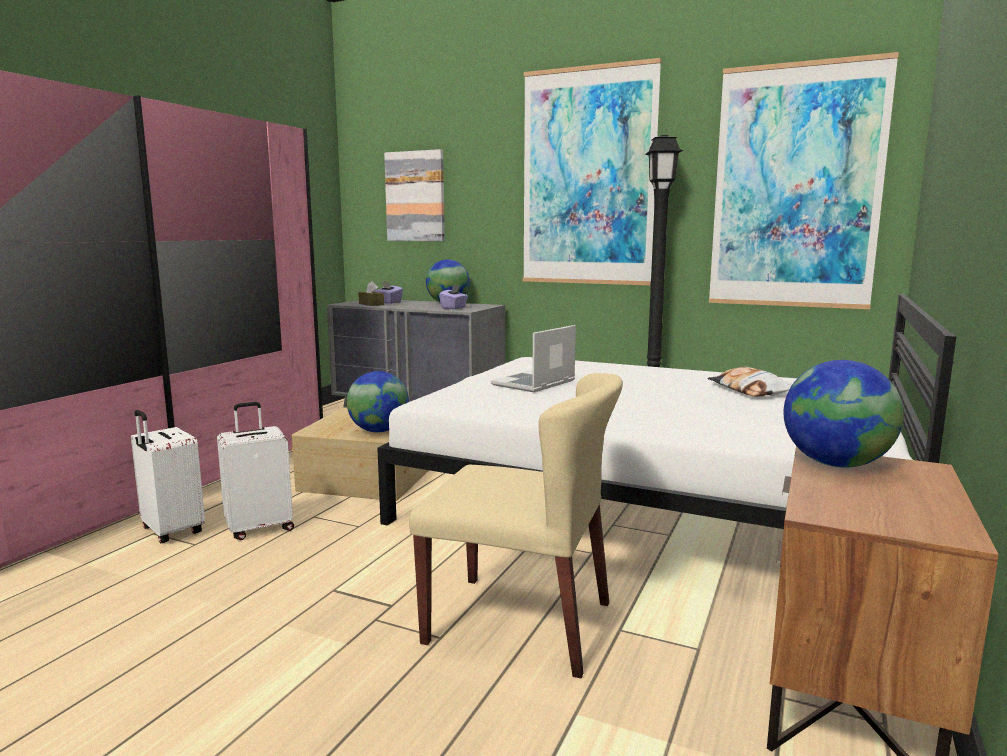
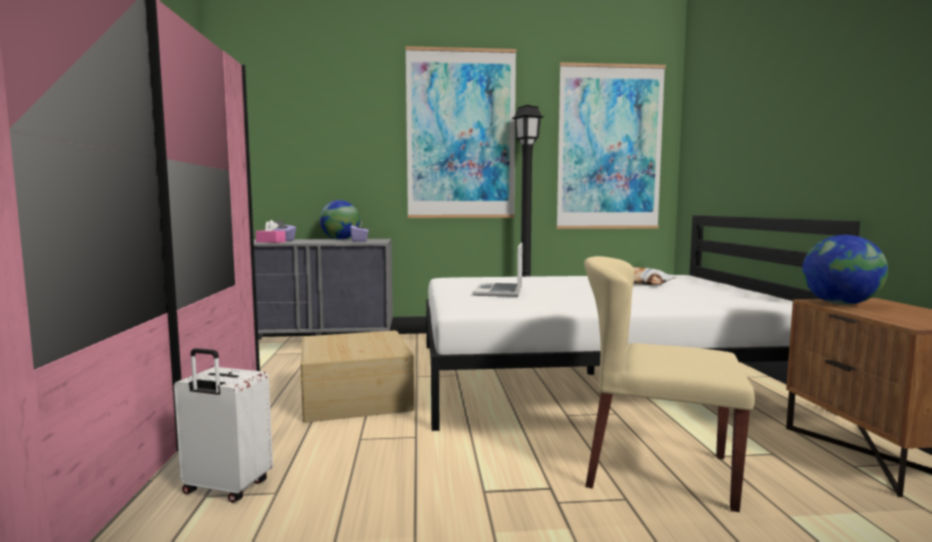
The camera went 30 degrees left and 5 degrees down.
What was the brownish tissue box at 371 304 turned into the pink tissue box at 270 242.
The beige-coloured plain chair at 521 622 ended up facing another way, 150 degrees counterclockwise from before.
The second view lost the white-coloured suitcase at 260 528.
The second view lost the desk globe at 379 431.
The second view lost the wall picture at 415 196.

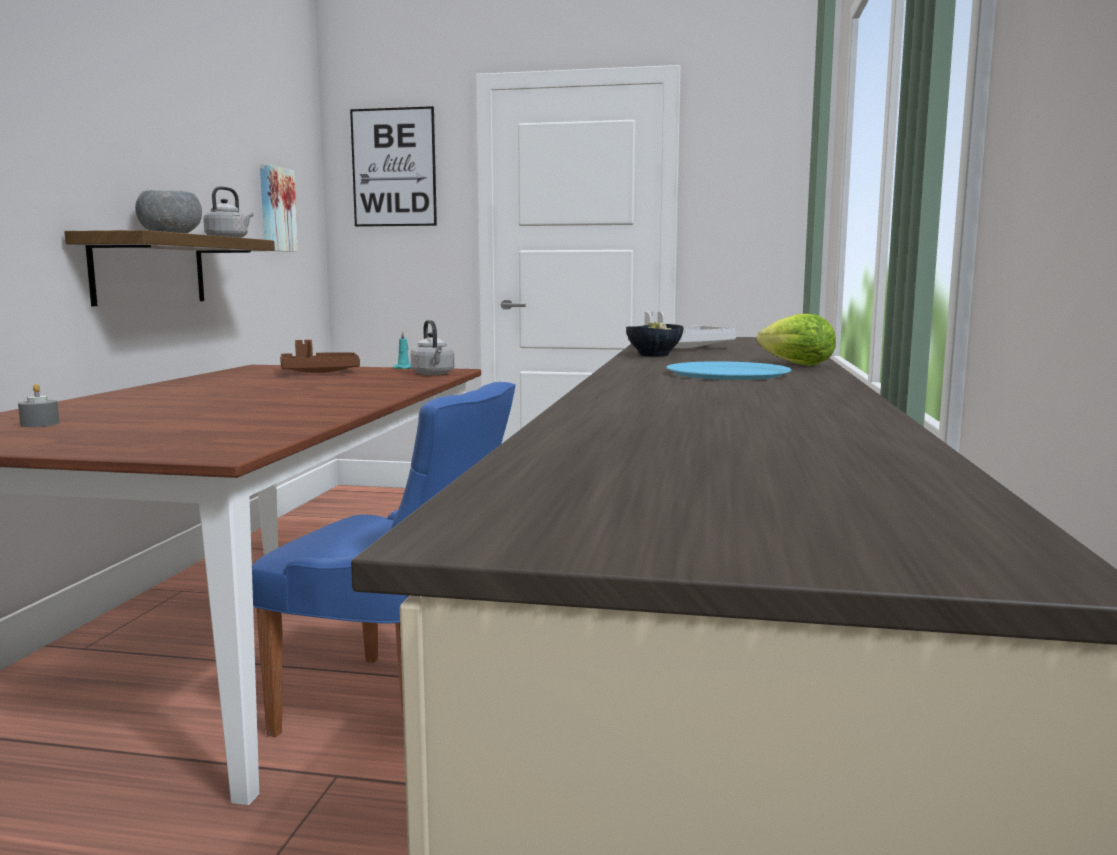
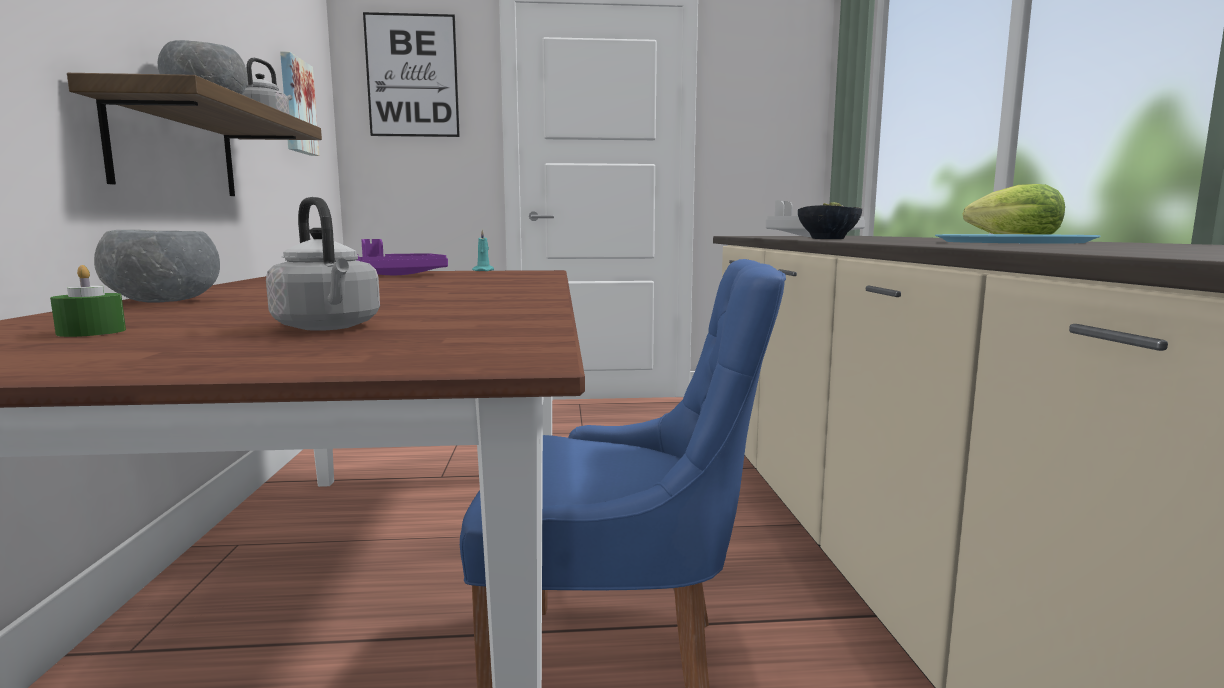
The camera went 15 degrees left and 0 degrees up.
What was the greyish wax light at 40 424 turned into the greenish wax light at 91 332.
The second view gained the greyish serving bowl at 165 301.
The greyish water kettle ended up elsewhere, having gone from 433 374 to 329 327.
What was the brownish tray at 319 372 turned into the purple-coloured tray at 395 275.

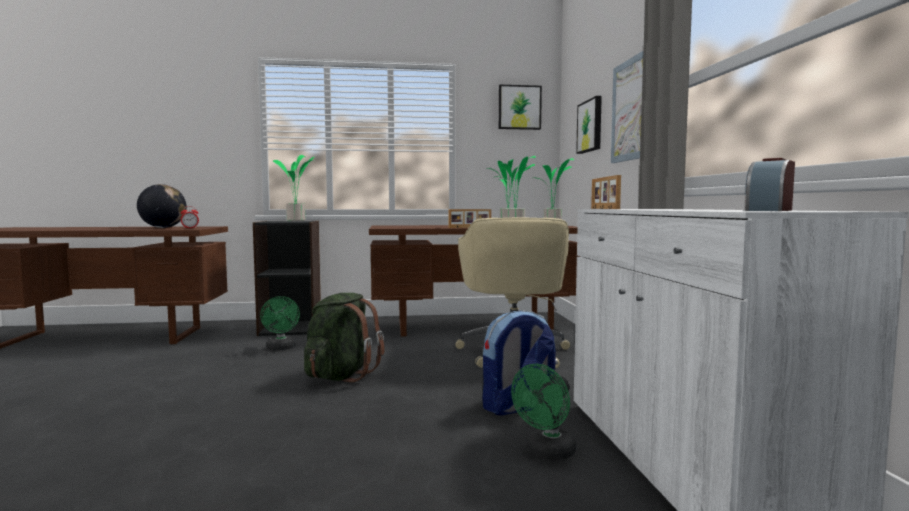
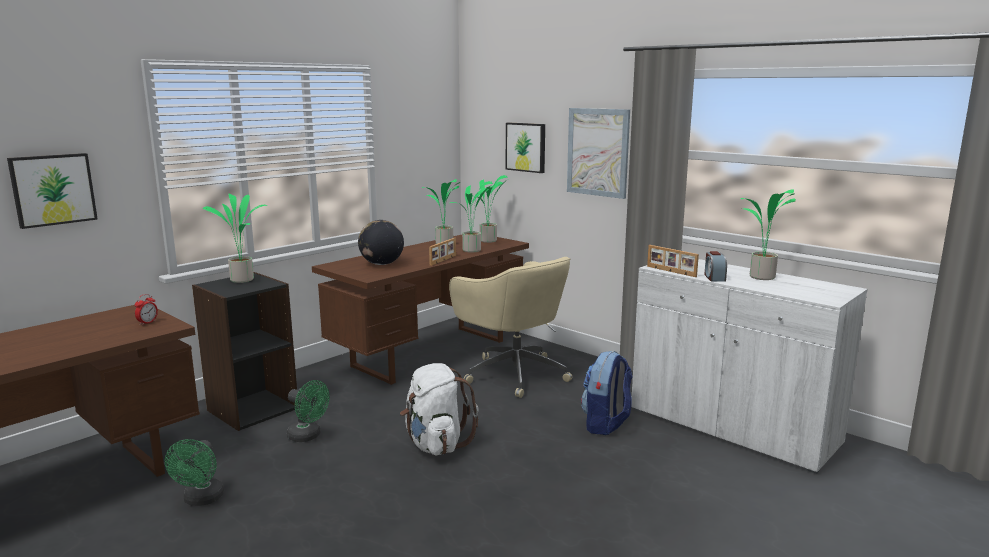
The camera went 40 degrees left and 10 degrees up.
The wall picture ended up elsewhere, having gone from 519 107 to 53 189.
The greenish fan ended up elsewhere, having gone from 547 453 to 201 500.
The desk globe ended up elsewhere, having gone from 163 227 to 381 264.
What was the greenish backpack at 341 375 turned into the white-coloured backpack at 436 444.
The table clock ended up elsewhere, having gone from 769 210 to 714 277.
The second view gained the houseplant at 762 278.

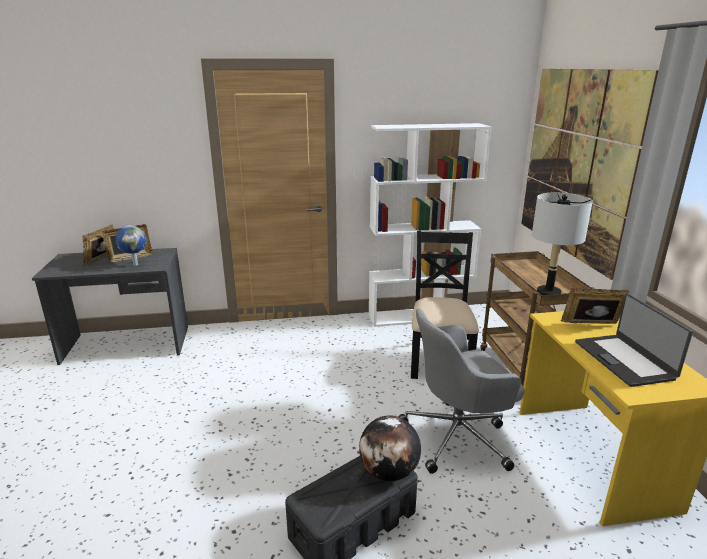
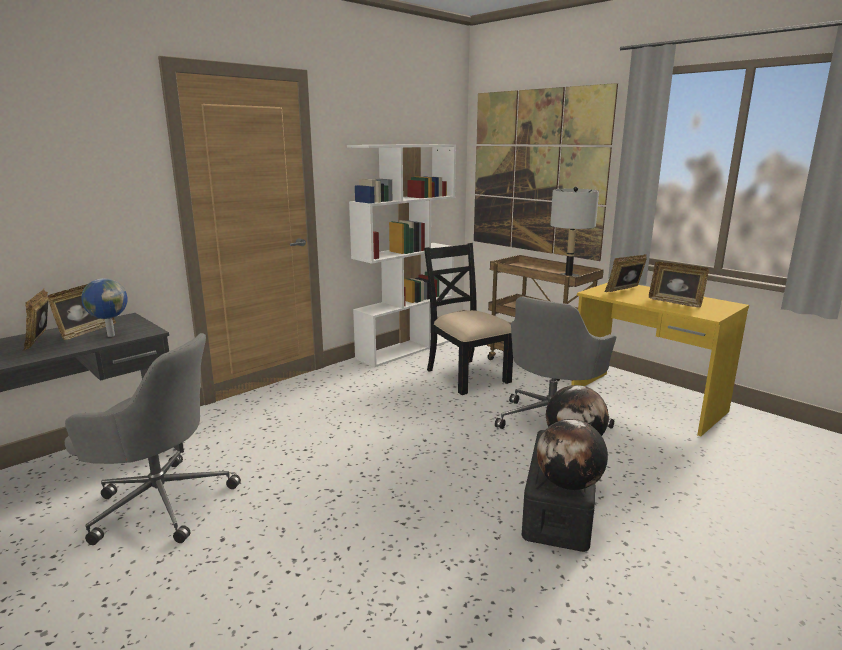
The camera went 35 degrees left and 5 degrees down.
The second view gained the greyish desk chair at 160 502.
The second view gained the desk globe at 569 484.
Where the notebook computer stood at 624 360, the standing frame came to stand at 675 302.

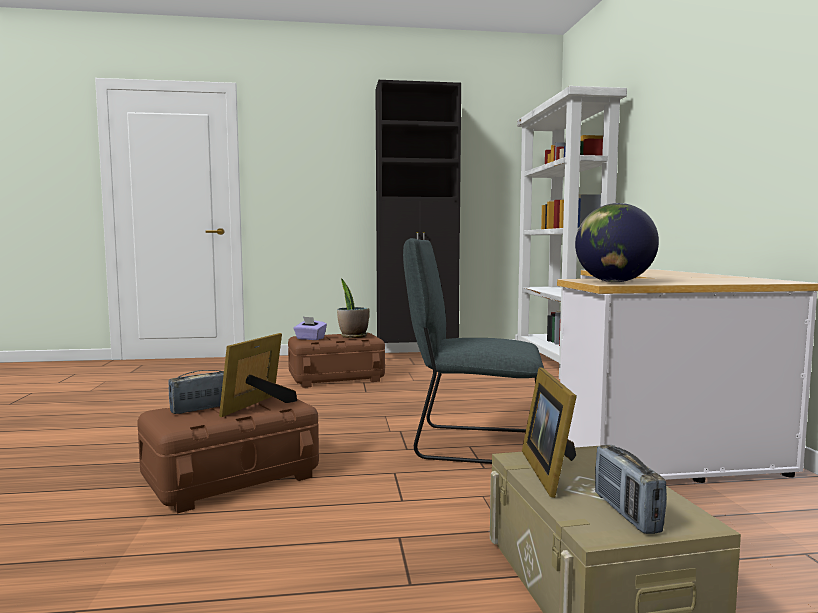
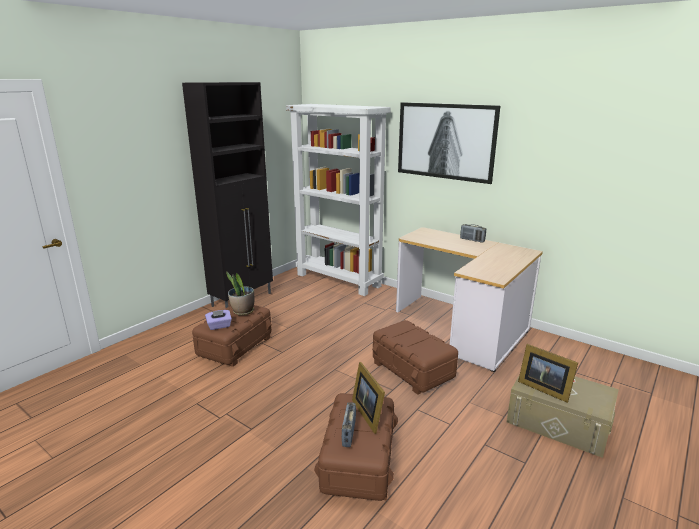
The camera went 45 degrees left and 15 degrees up.
Where the greyish plain chair stood at 474 444, the brownish storage bin came to stand at 412 370.
The second view gained the wall picture at 445 141.
The radio ended up elsewhere, having gone from 626 513 to 472 240.
The second view lost the desk globe at 613 282.

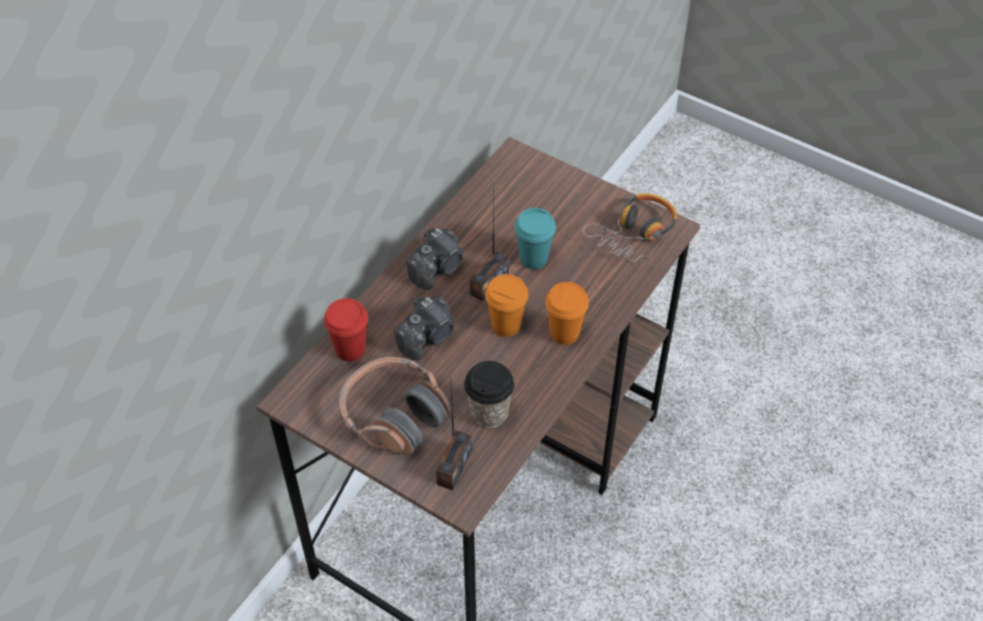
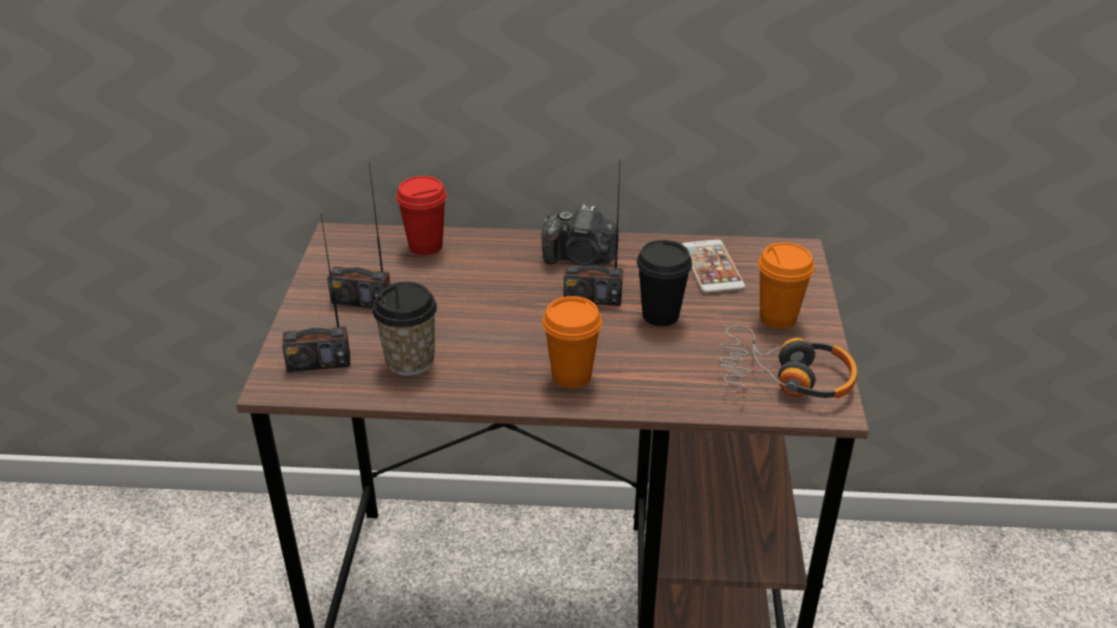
The camera went 60 degrees right and 15 degrees down.
Where the headphones stood at 394 415, the radio came to stand at 361 300.
What was the blue-green drinking cup at 533 259 turned into the black-coloured drinking cup at 660 315.
The second view gained the handset at 712 267.
The orange drinking cup ended up elsewhere, having gone from 506 325 to 778 318.
The second view lost the still camera at 427 337.

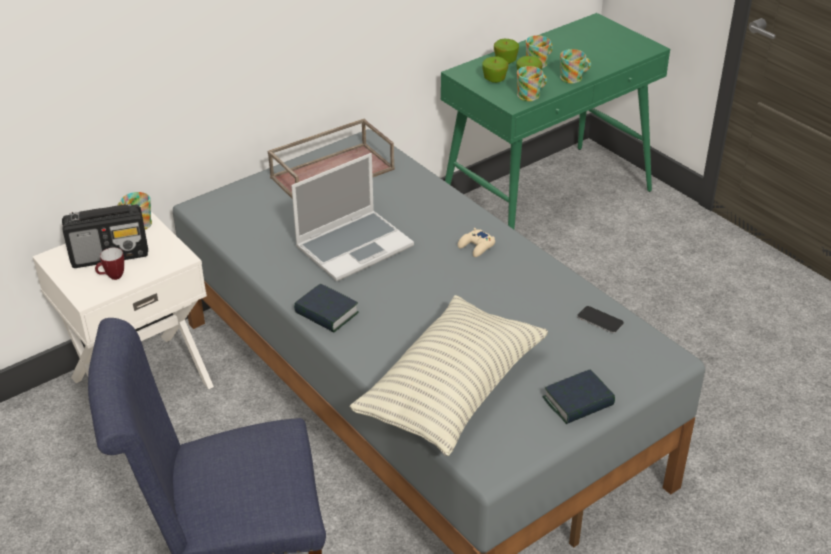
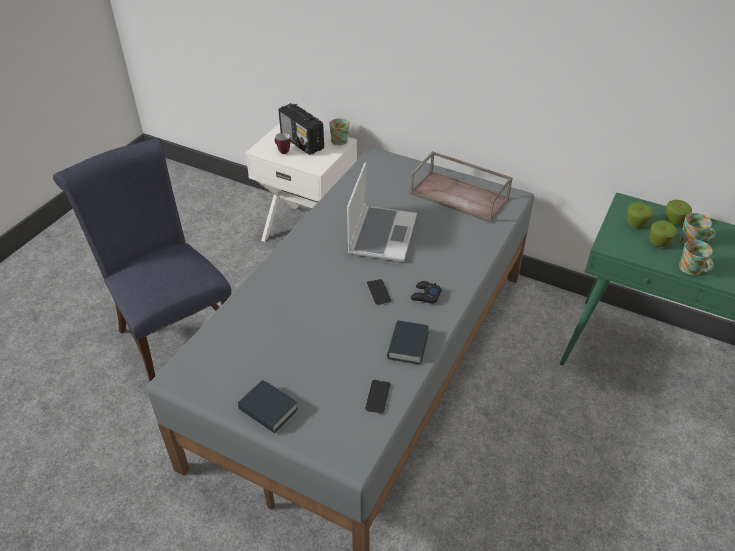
The camera went 65 degrees right and 5 degrees up.
The notebook computer at 354 246 ended up facing another way, 105 degrees counterclockwise from before.
The second view gained the handset at 378 292.
The volume ended up elsewhere, having gone from 326 313 to 407 346.
What was the beige-coloured joypad at 476 246 turned into the black-coloured joypad at 425 295.
The second view lost the throw pillow at 452 391.
The second view lost the coffee mug at 531 95.

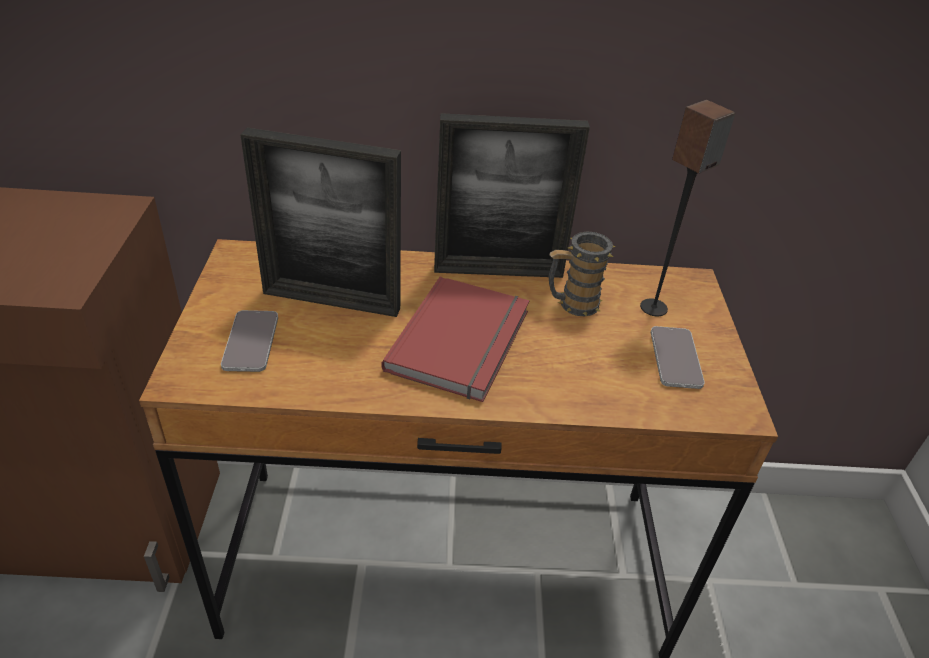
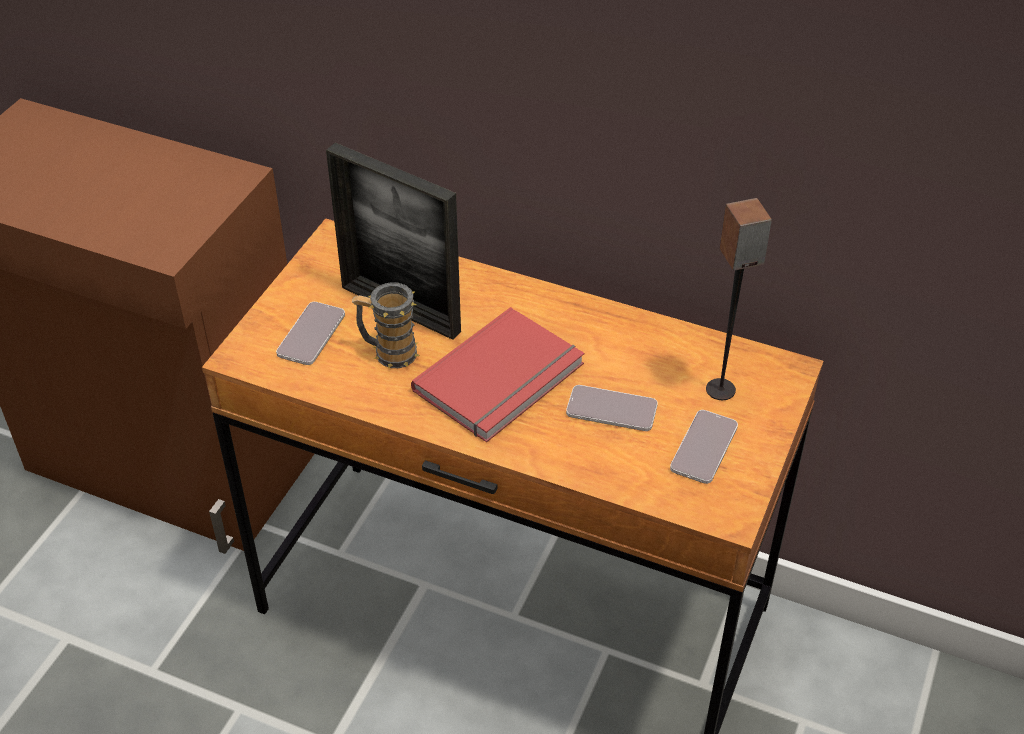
The camera went 25 degrees right and 5 degrees up.
The coffee mug ended up elsewhere, having gone from 572 304 to 388 352.
The second view gained the handset at 611 409.
The second view lost the standing frame at 498 271.

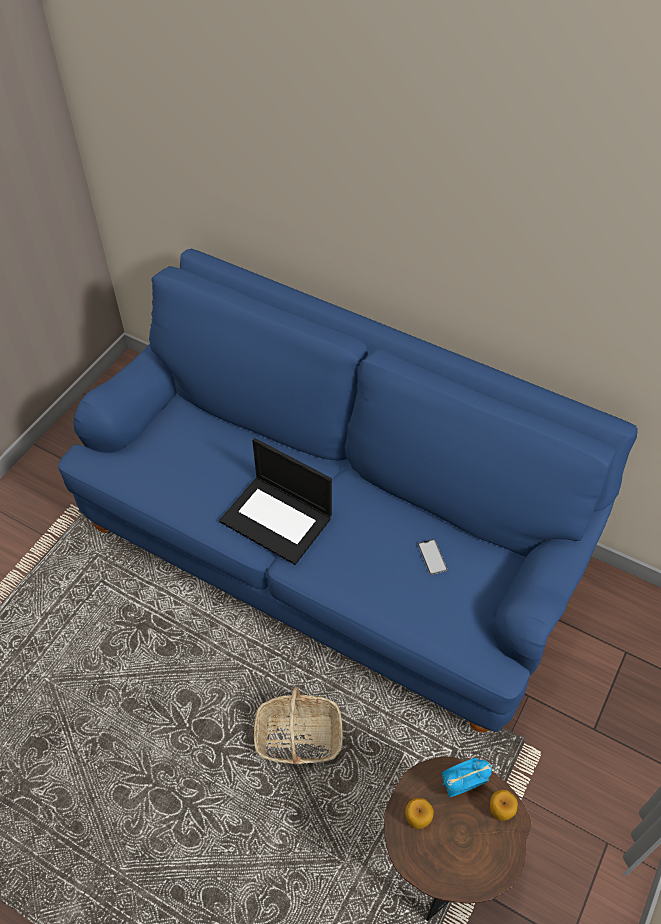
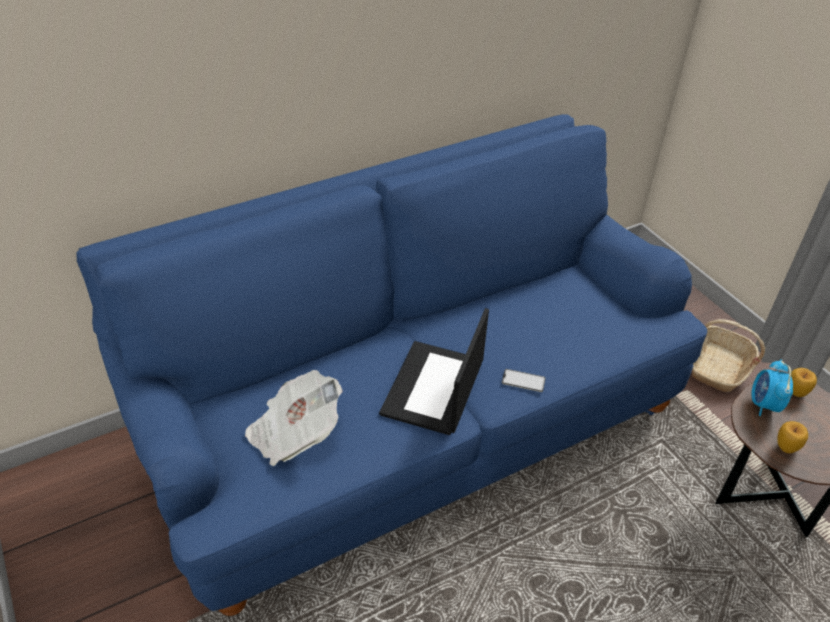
The camera went 60 degrees left and 10 degrees down.
The second view gained the daily paper at 294 433.
The notebook computer at 277 519 ended up facing another way, 135 degrees clockwise from before.
The handset ended up elsewhere, having gone from 432 557 to 523 380.
The household basket ended up elsewhere, having gone from 298 737 to 718 367.

